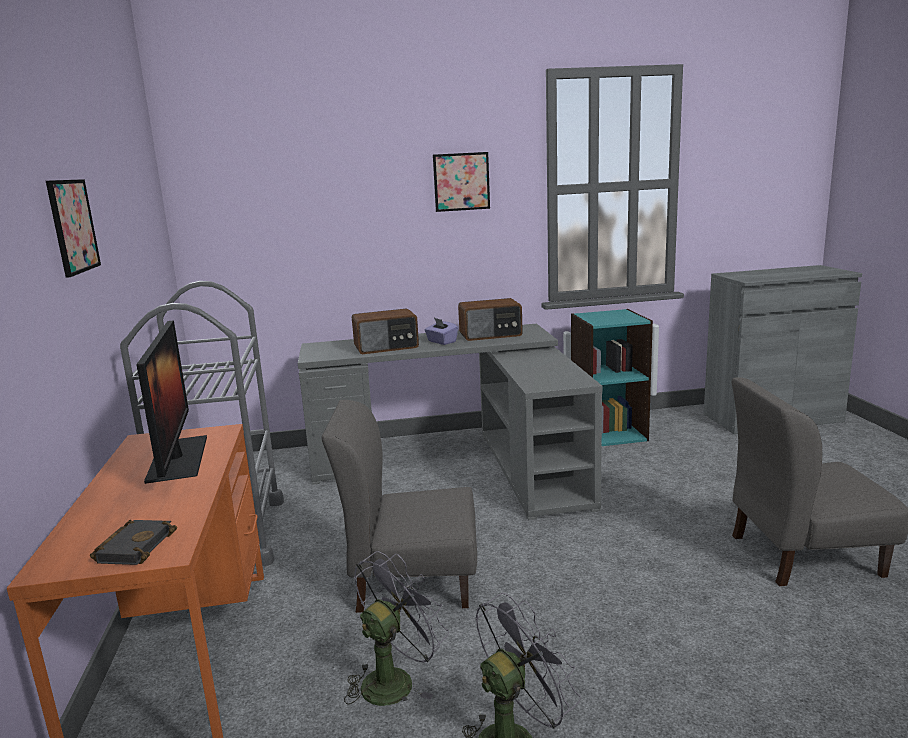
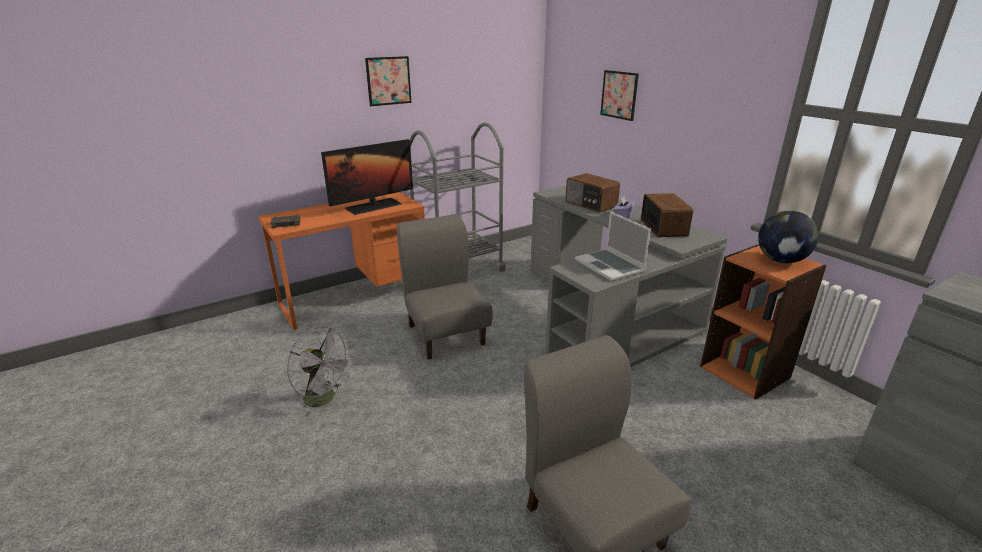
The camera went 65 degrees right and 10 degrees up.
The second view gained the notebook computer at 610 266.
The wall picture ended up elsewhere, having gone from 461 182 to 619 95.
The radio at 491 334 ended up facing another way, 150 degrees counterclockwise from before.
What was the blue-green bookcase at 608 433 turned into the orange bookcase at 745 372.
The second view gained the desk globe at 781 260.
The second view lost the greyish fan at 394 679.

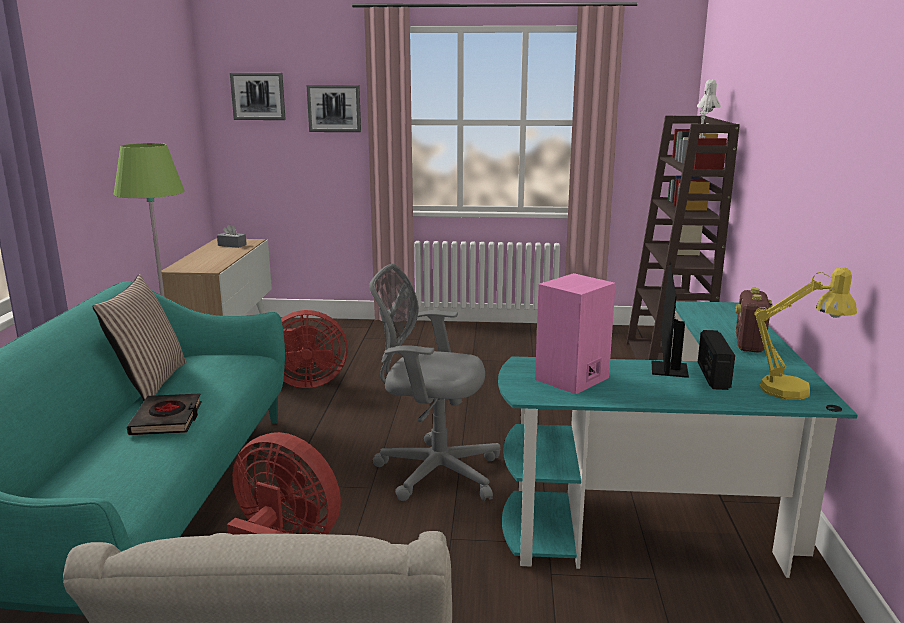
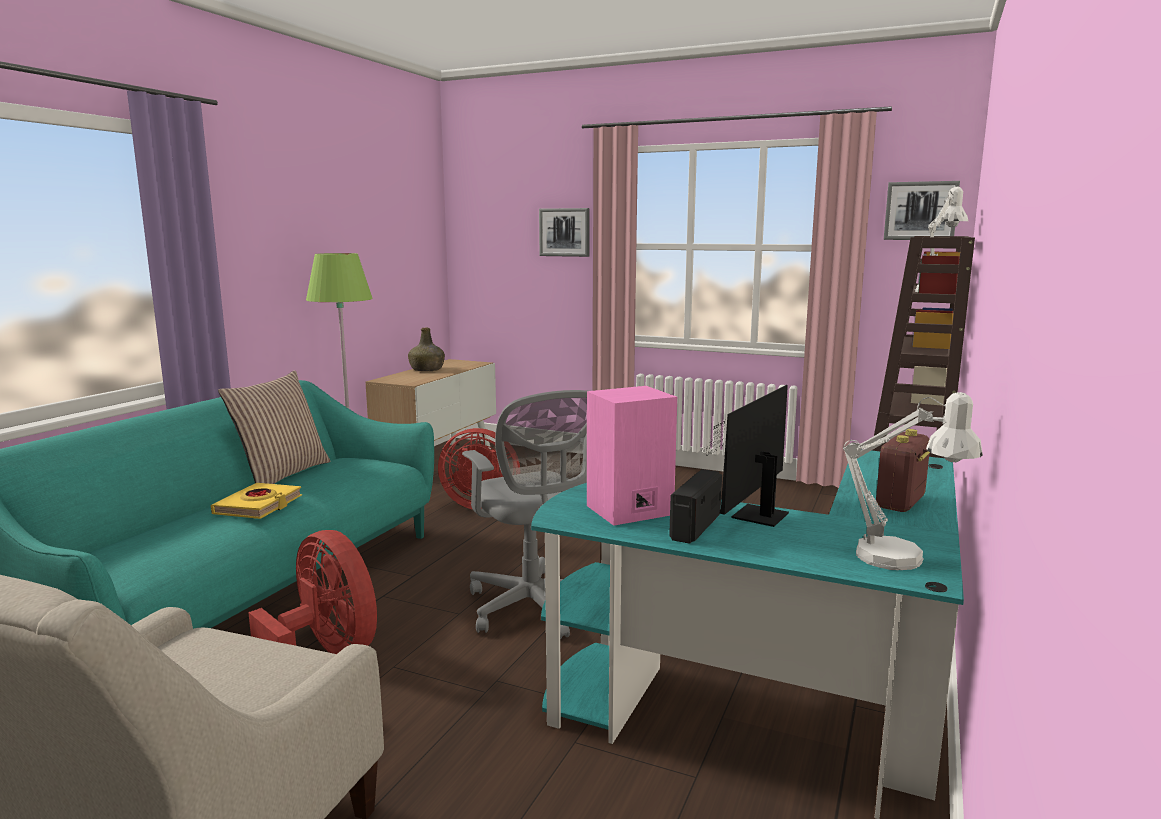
The camera went 20 degrees right and 5 degrees down.
What was the black-coloured volume at 167 419 turned into the yellowish volume at 259 506.
The second view gained the greenish beverage bottle at 427 369.
The greyish desk chair at 433 471 ended up facing another way, 150 degrees counterclockwise from before.
The radio ended up elsewhere, having gone from 712 376 to 694 526.
What was the yellowish lamp for a table at 796 391 turned into the white-coloured lamp for a table at 903 560.
The wall picture ended up elsewhere, having gone from 258 96 to 920 211.
The second view lost the greyish tissue box at 232 245.

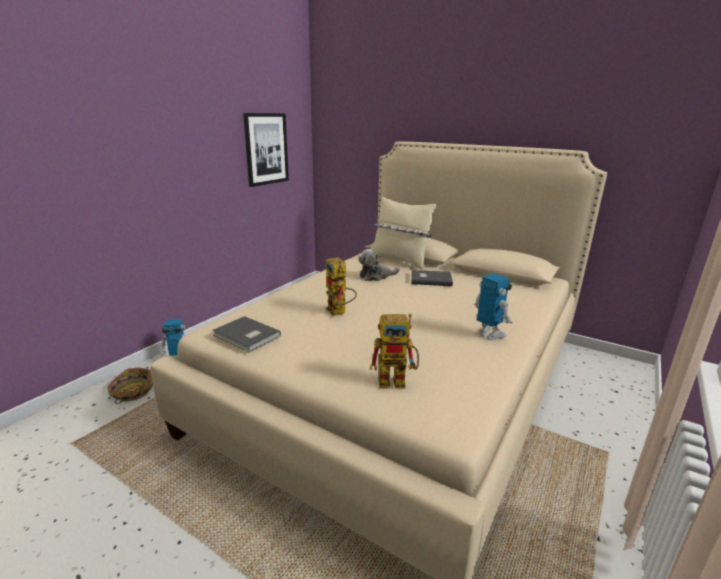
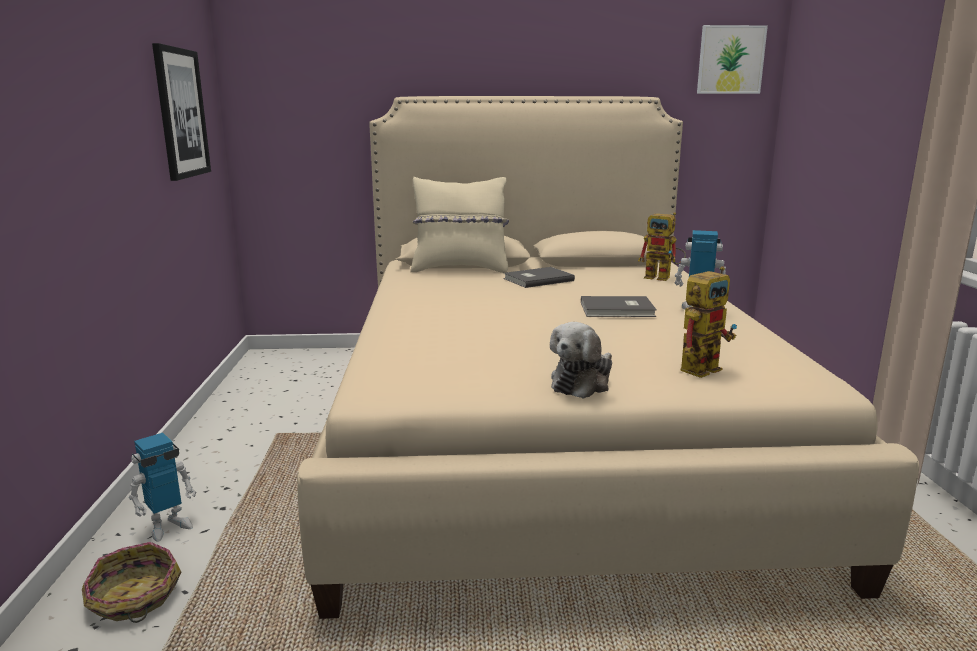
The camera went 35 degrees left and 5 degrees down.
The plush toy ended up elsewhere, having gone from 376 276 to 582 383.
The greyish volume ended up elsewhere, having gone from 246 336 to 618 310.
The model robot ended up elsewhere, having gone from 339 312 to 663 278.
The second view gained the wall picture at 730 60.

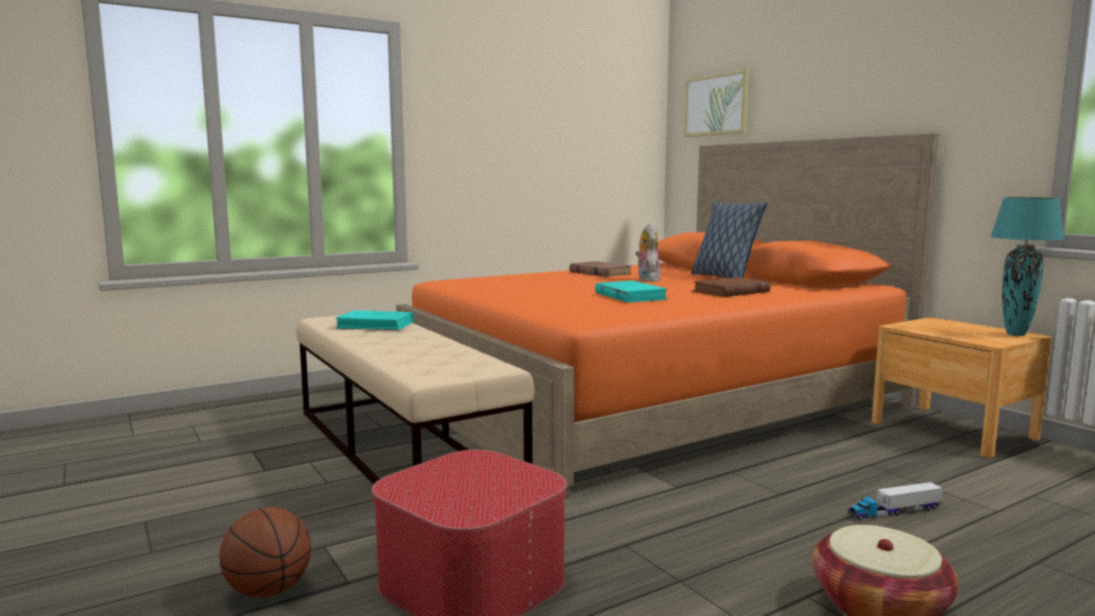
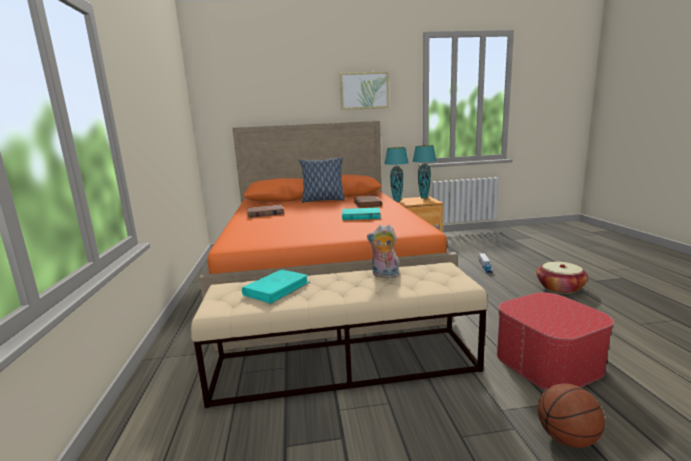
The camera went 65 degrees left and 5 degrees up.
The wall picture ended up elsewhere, having gone from 716 105 to 364 90.
The plush toy ended up elsewhere, having gone from 646 280 to 384 275.
The second view gained the blue-green lamp for a table at 397 201.

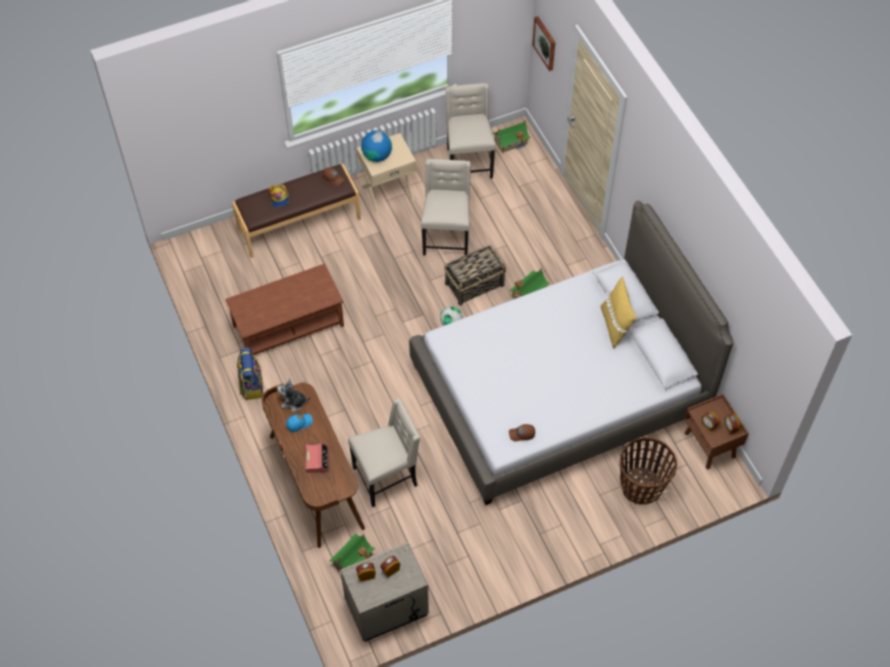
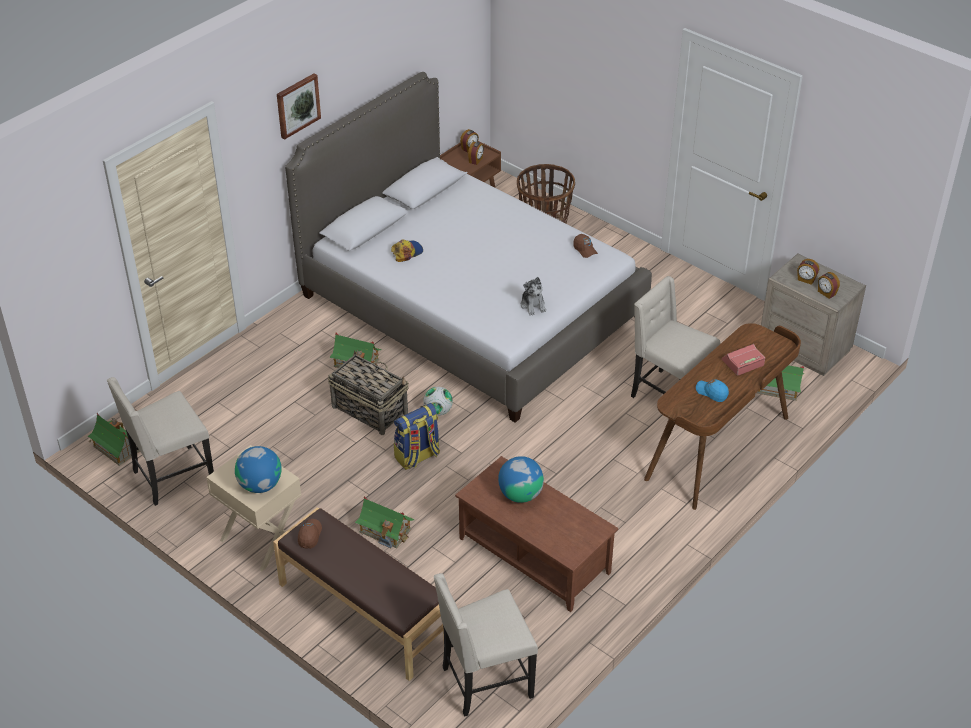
The camera went 115 degrees left and 15 degrees down.
The wall picture ended up elsewhere, having gone from 545 43 to 297 105.
The second view gained the toy house at 385 531.
The cap ended up elsewhere, having gone from 279 197 to 407 252.
The backpack ended up elsewhere, having gone from 251 385 to 417 457.
The beige-coloured plain chair ended up elsewhere, having gone from 446 237 to 485 682.
The second view gained the desk globe at 520 494.
The plush toy ended up elsewhere, having gone from 293 402 to 533 305.
The second view lost the yellowish throw pillow at 615 325.

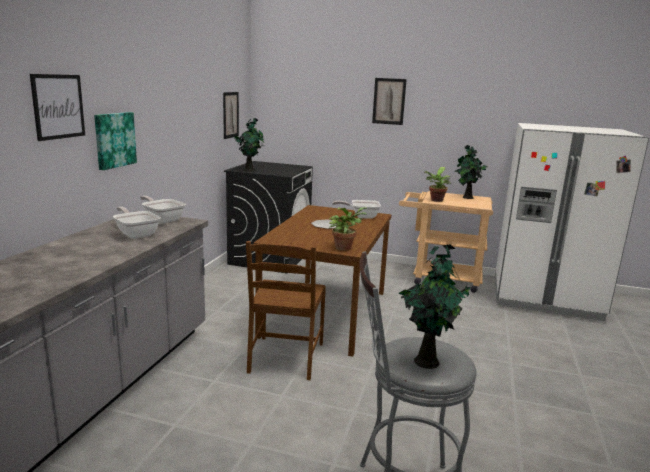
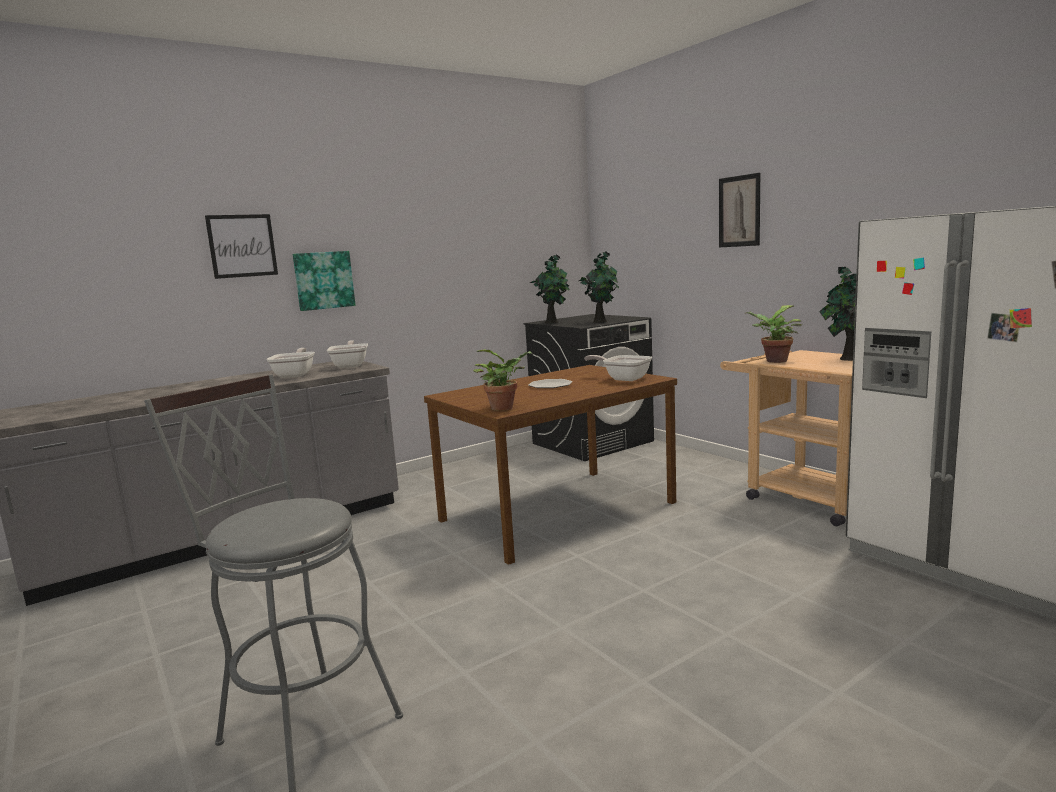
The camera went 40 degrees right and 5 degrees down.
The houseplant ended up elsewhere, having gone from 427 360 to 601 321.
The second view lost the wall picture at 230 115.
The second view lost the brownish plain chair at 286 358.

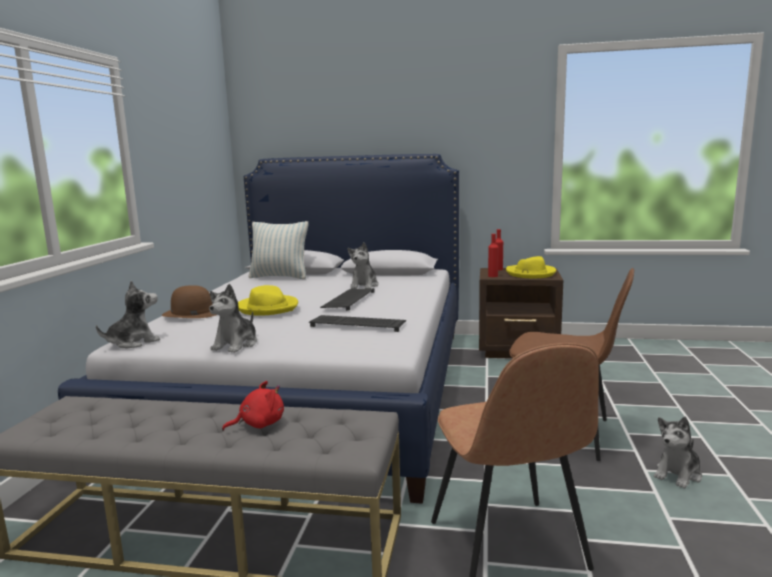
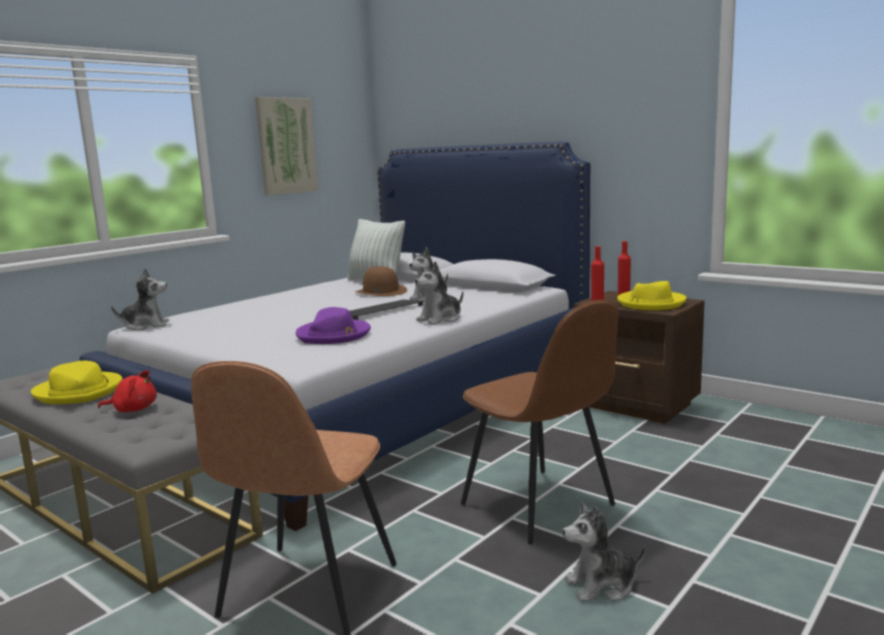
The camera went 30 degrees right and 0 degrees up.
The yellowish hat ended up elsewhere, having gone from 268 308 to 79 391.
The second view gained the wall picture at 286 146.
Where the keyboard stood at 359 324, the purple-coloured hat came to stand at 333 335.
The brownish hat ended up elsewhere, having gone from 192 312 to 380 291.
The plush toy ended up elsewhere, having gone from 236 344 to 440 319.

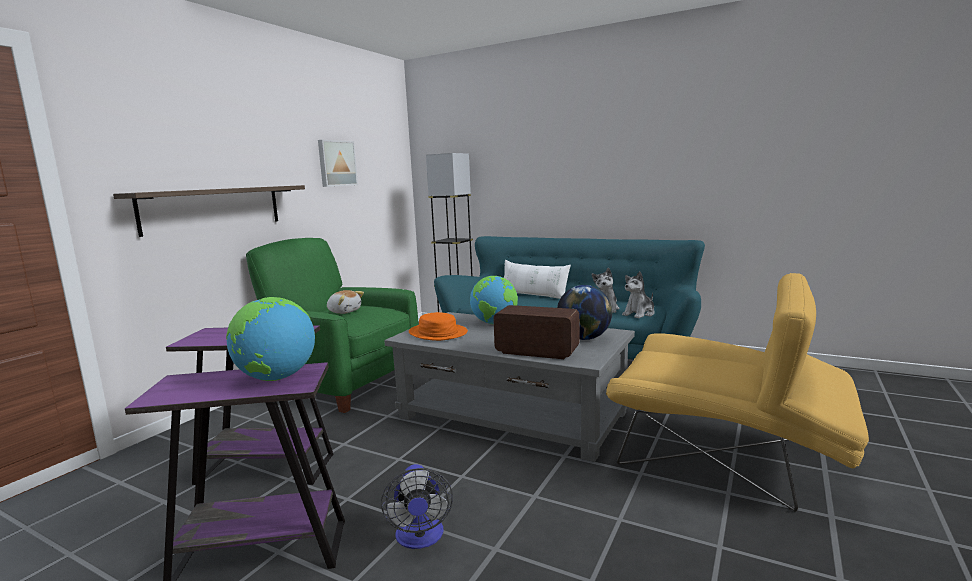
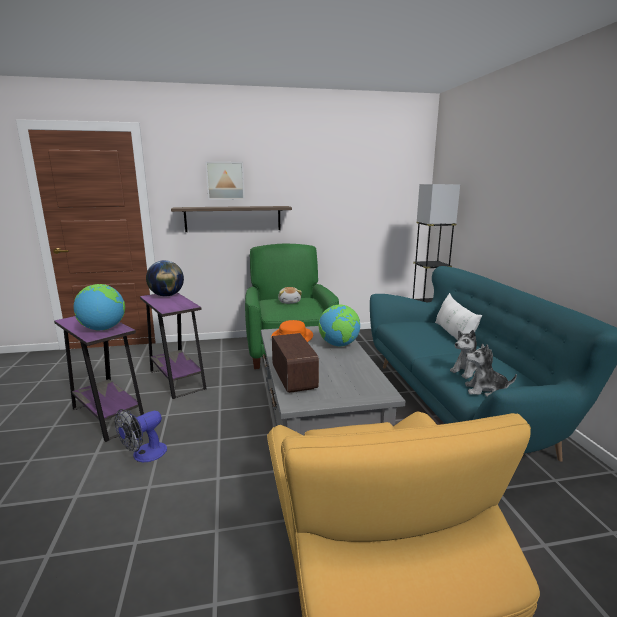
The camera went 50 degrees right and 5 degrees up.
The desk globe ended up elsewhere, having gone from 584 338 to 167 295.
The wall picture ended up elsewhere, having gone from 336 163 to 225 180.

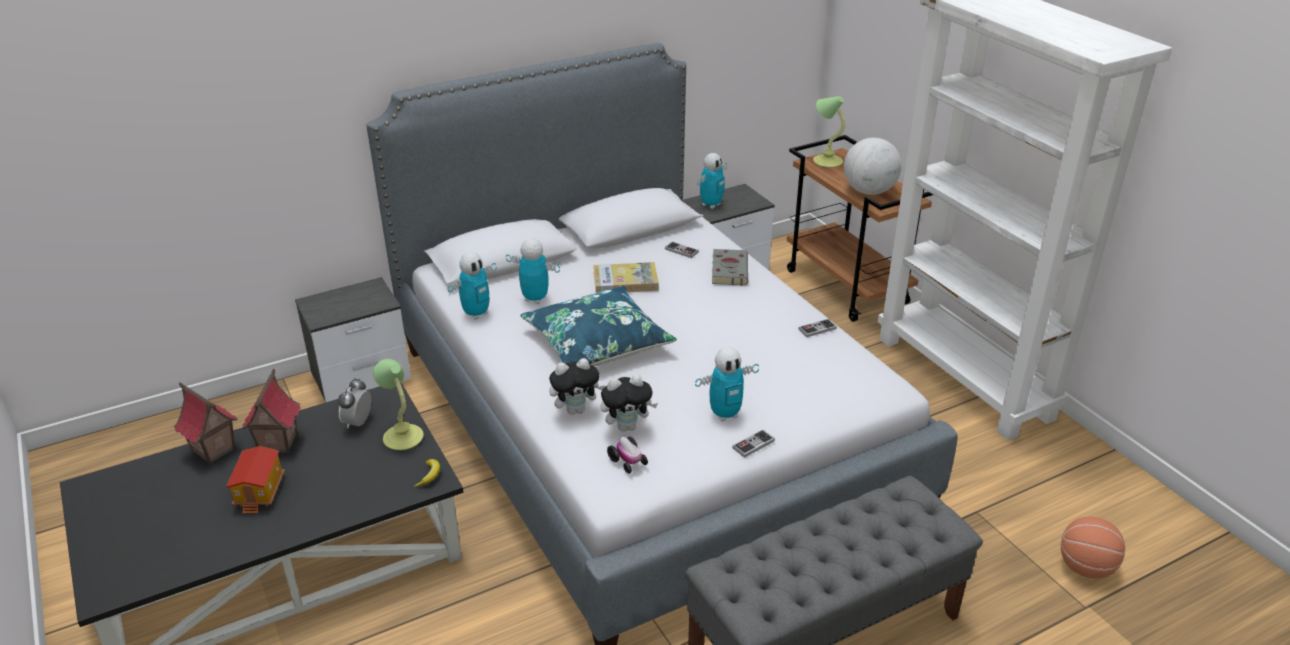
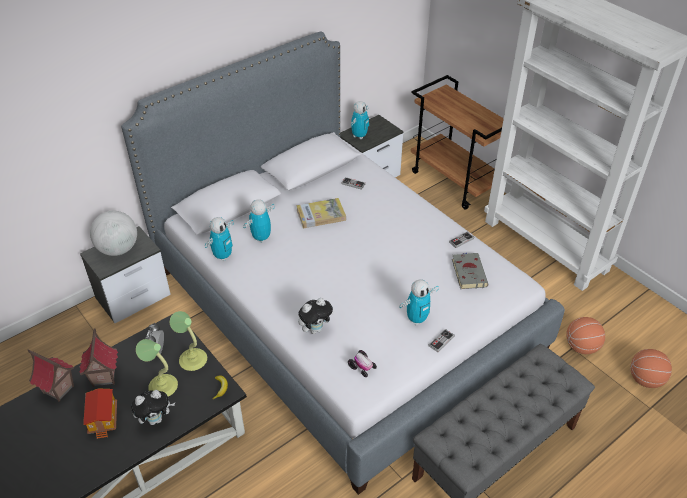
The camera went 10 degrees left and 10 degrees up.
The desk globe ended up elsewhere, having gone from 869 191 to 118 249.
The plush toy ended up elsewhere, having gone from 627 426 to 156 419.
The lamp for a table ended up elsewhere, having gone from 826 161 to 162 386.
The model robot at 535 299 ended up facing another way, 60 degrees counterclockwise from before.
The greyish volume ended up elsewhere, having gone from 729 270 to 468 272.
The second view gained the ball for basketball at 581 346.
The second view lost the bluish throw pillow at 597 342.

